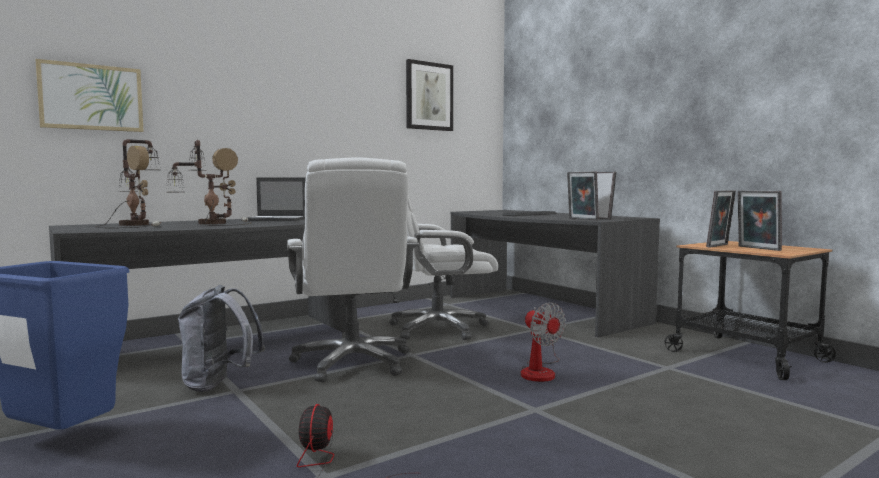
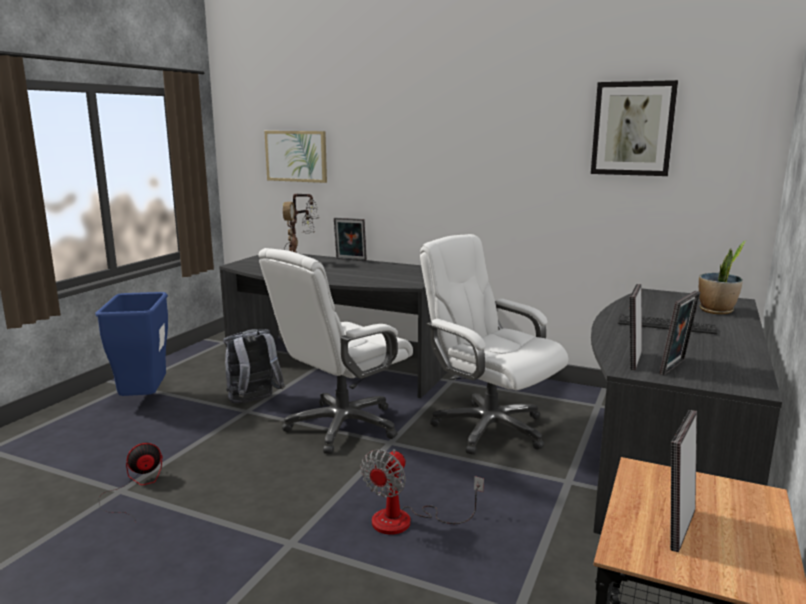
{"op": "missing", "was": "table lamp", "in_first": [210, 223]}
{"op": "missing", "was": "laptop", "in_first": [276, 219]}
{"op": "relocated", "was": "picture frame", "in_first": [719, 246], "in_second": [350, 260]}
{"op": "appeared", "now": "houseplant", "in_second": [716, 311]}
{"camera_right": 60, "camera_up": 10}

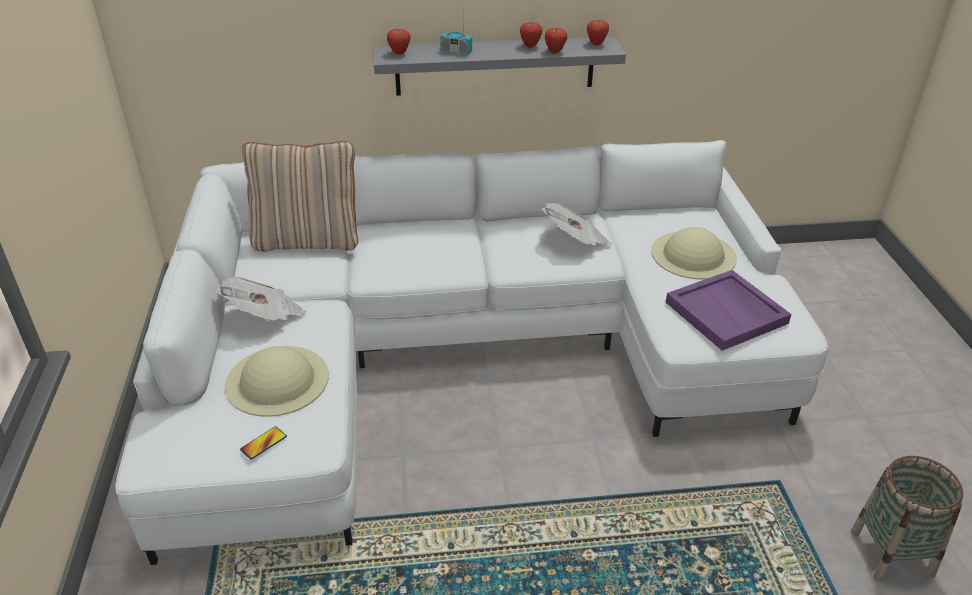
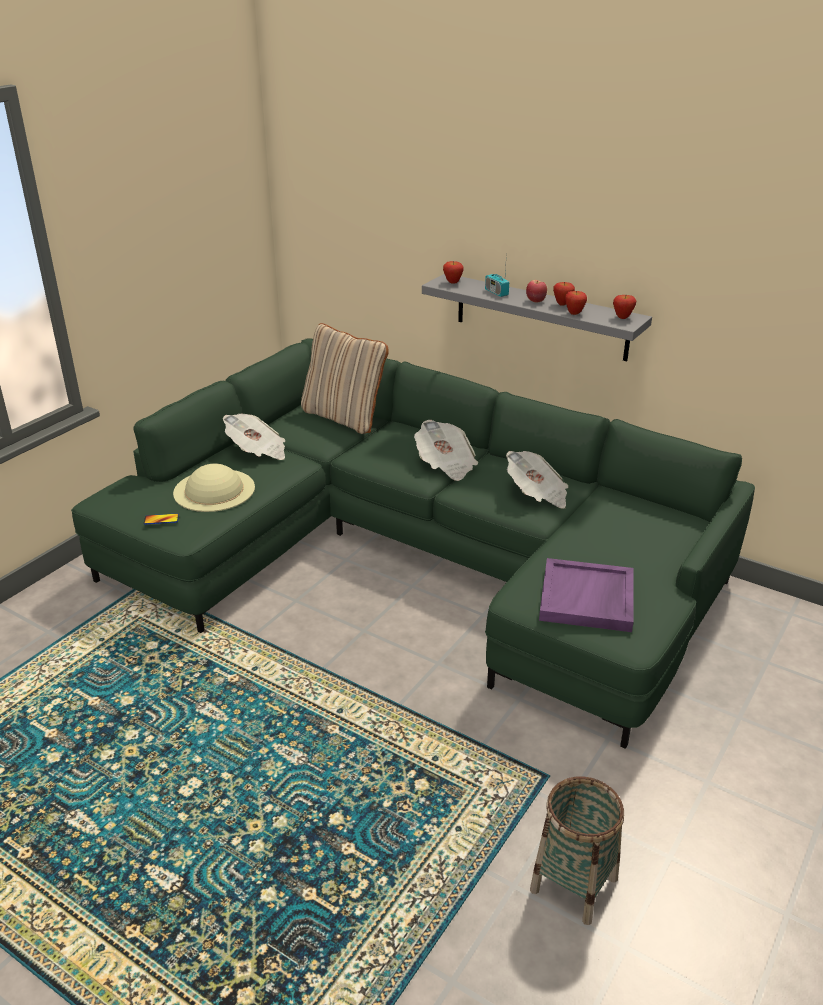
{"op": "colour", "was": "whitish couch", "now": "greenish couch", "in_first": [461, 353], "in_second": [418, 558]}
{"op": "missing", "was": "beige hat", "in_first": [693, 254]}
{"op": "appeared", "now": "printed paper", "in_second": [446, 465]}
{"op": "appeared", "now": "apple fruit", "in_second": [535, 301]}
{"camera_right": 40, "camera_up": -5}

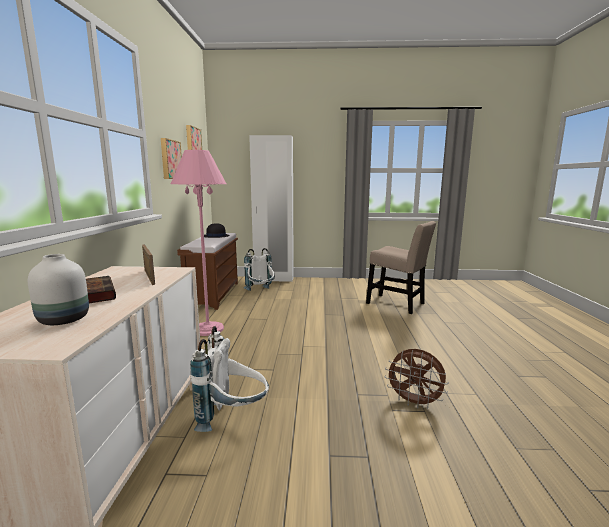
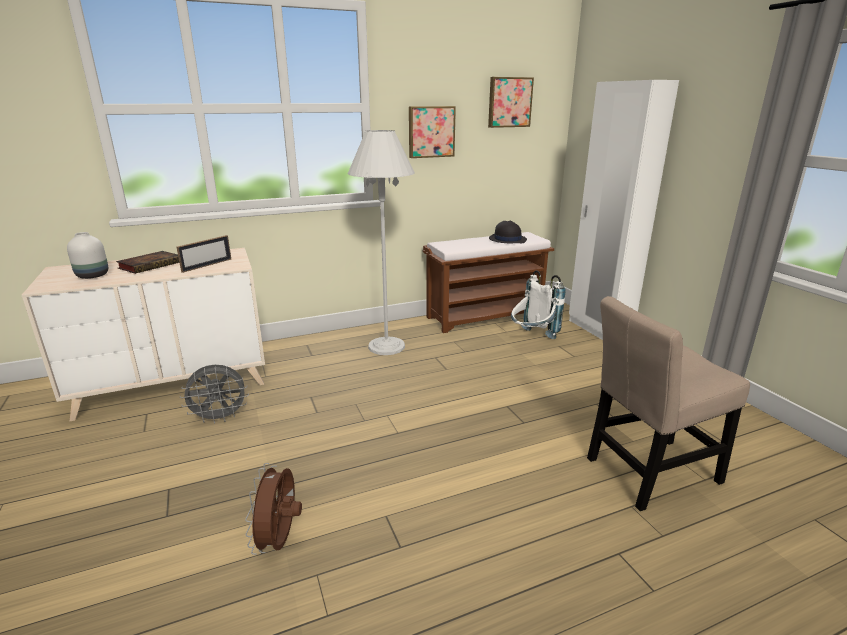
{"op": "colour", "was": "pink-coloured standard lamp", "now": "whitish standard lamp", "in_first": [208, 329], "in_second": [386, 346]}
{"op": "exchanged", "was": "whitish rucksack", "now": "grey cooling fan", "in_first": [233, 418], "in_second": [220, 418]}
{"op": "spun", "was": "beige plain chair", "in_first": [398, 304], "in_second": [648, 473], "clockwise": 60}
{"camera_right": 65, "camera_up": 10}

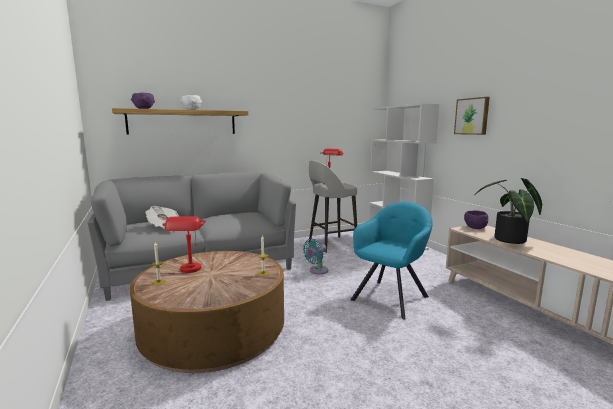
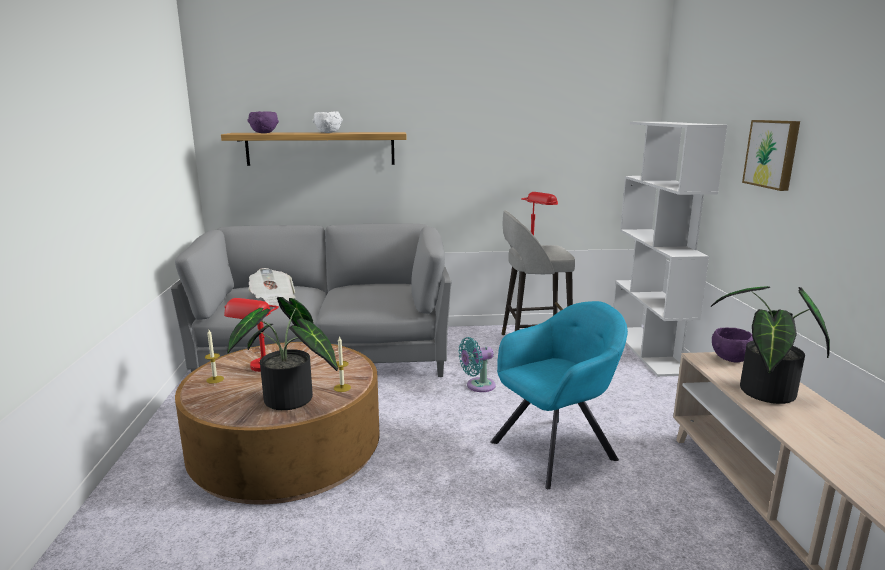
{"op": "appeared", "now": "houseplant", "in_second": [290, 402]}
{"camera_right": 20, "camera_up": 5}

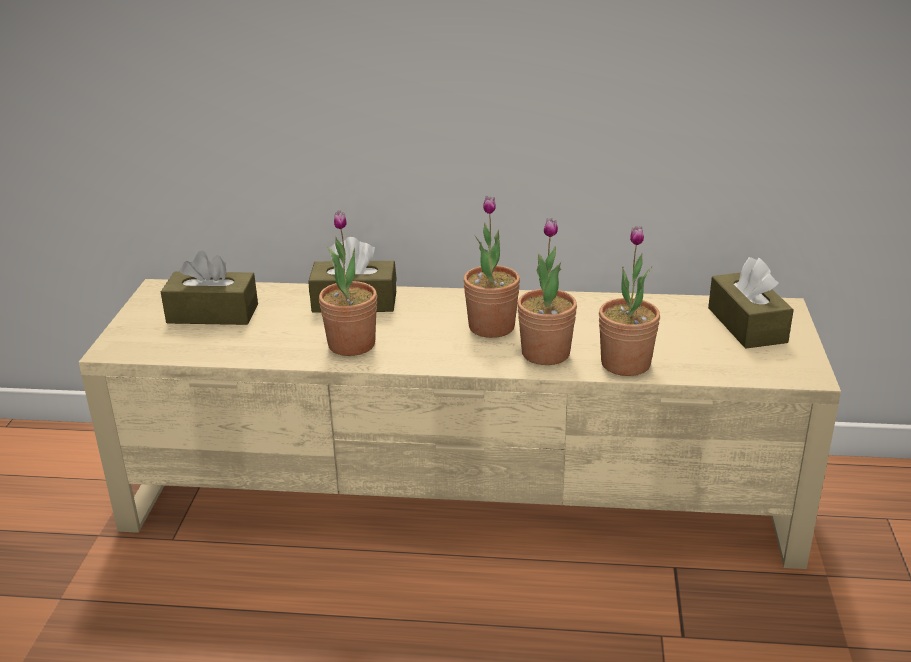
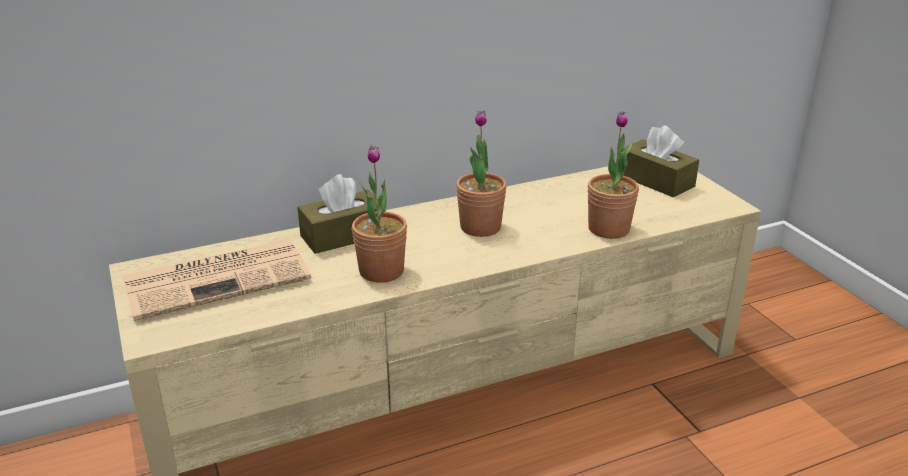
{"op": "exchanged", "was": "brownish tissue holder", "now": "printed paper", "in_first": [212, 313], "in_second": [219, 278]}
{"op": "missing", "was": "houseplant", "in_first": [545, 353]}
{"camera_right": -30, "camera_up": 0}

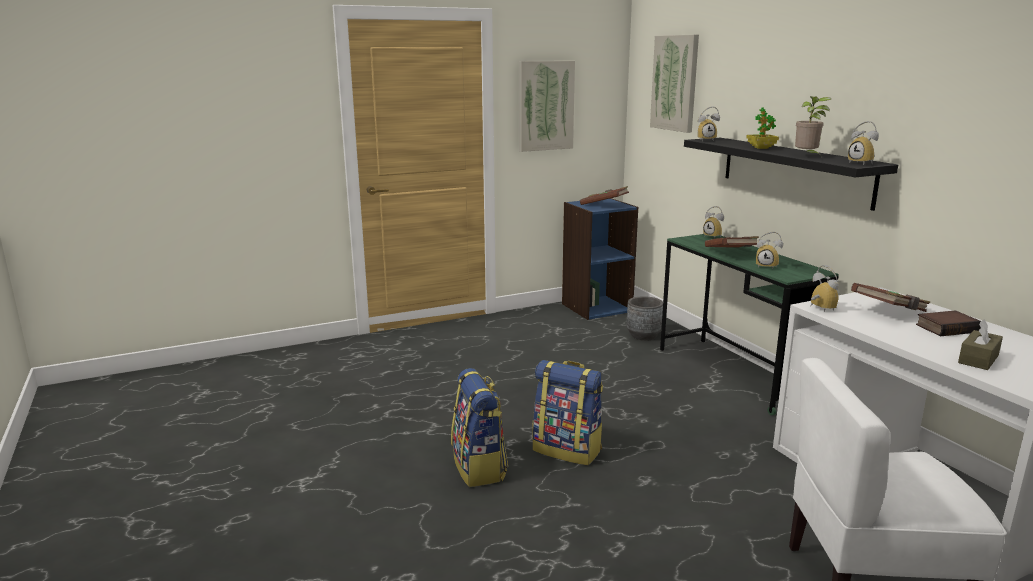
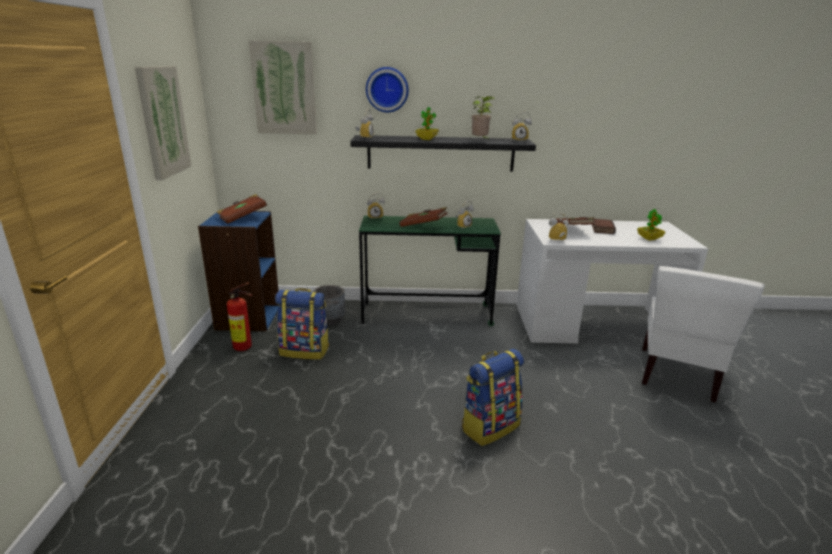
{"op": "relocated", "was": "rucksack", "in_first": [480, 468], "in_second": [305, 351]}
{"op": "exchanged", "was": "brownish tissue holder", "now": "houseplant", "in_first": [978, 359], "in_second": [649, 238]}
{"op": "appeared", "now": "extinguisher", "in_second": [245, 348]}
{"op": "appeared", "now": "hanging clock", "in_second": [387, 89]}
{"camera_right": -65, "camera_up": 5}

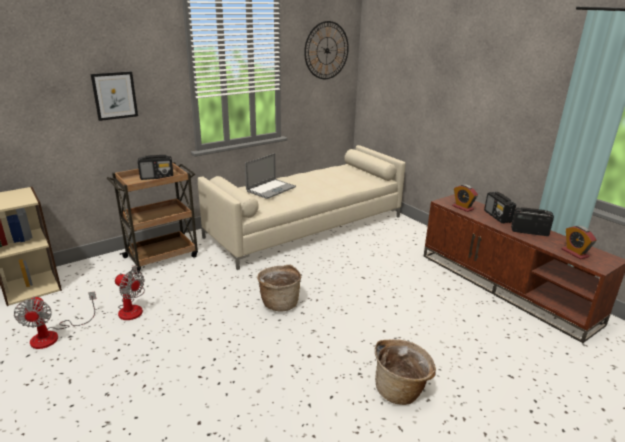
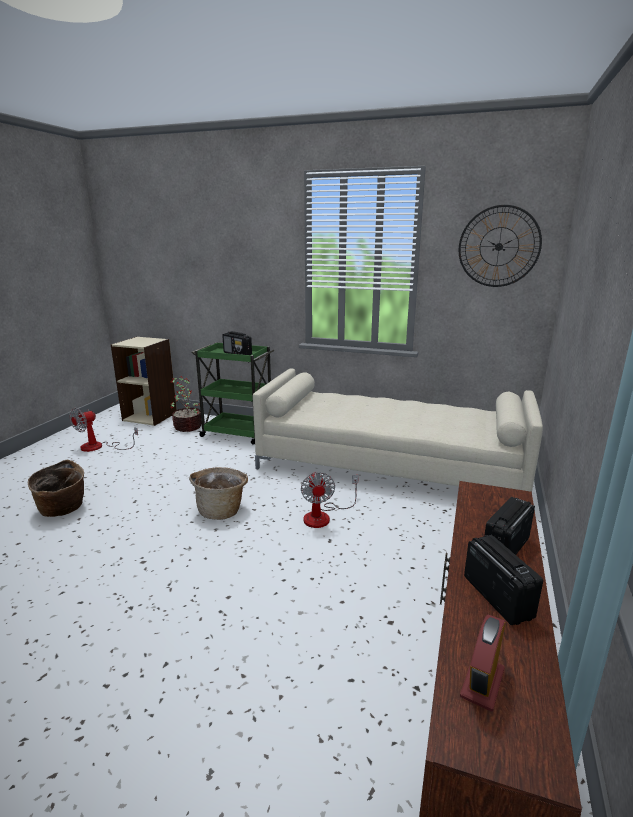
{"op": "missing", "was": "picture", "in_first": [115, 95]}
{"op": "colour", "was": "brownish cart", "now": "greenish cart", "in_first": [162, 256], "in_second": [238, 433]}
{"op": "relocated", "was": "cooling fan", "in_first": [132, 307], "in_second": [323, 516]}
{"op": "missing", "was": "laptop", "in_first": [271, 189]}
{"op": "relocated", "was": "basket", "in_first": [401, 390], "in_second": [63, 510]}
{"op": "missing", "was": "bedside clock", "in_first": [462, 208]}
{"op": "appeared", "now": "houseplant", "in_second": [187, 426]}
{"camera_right": 55, "camera_up": -5}

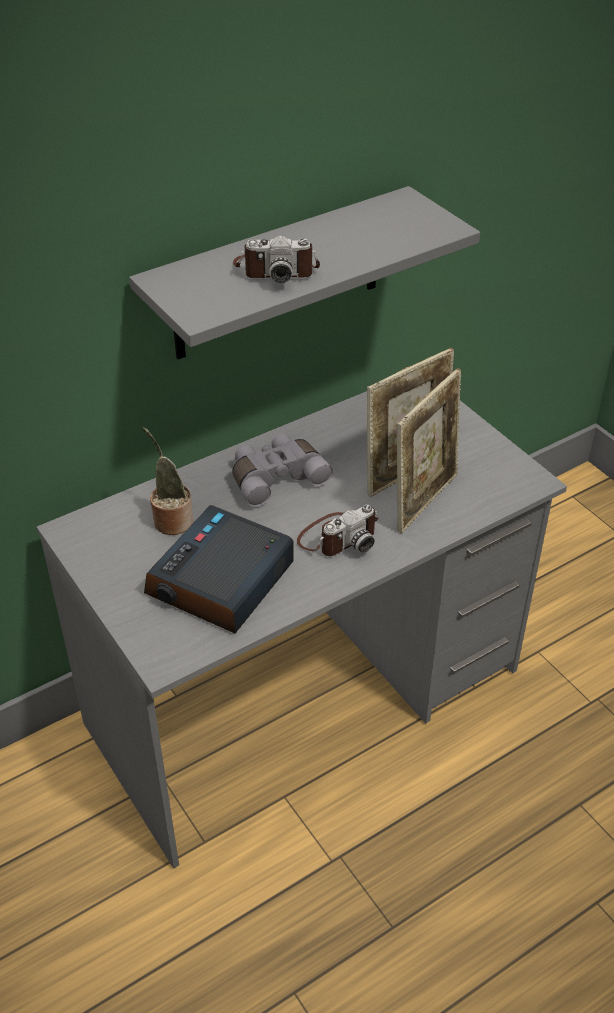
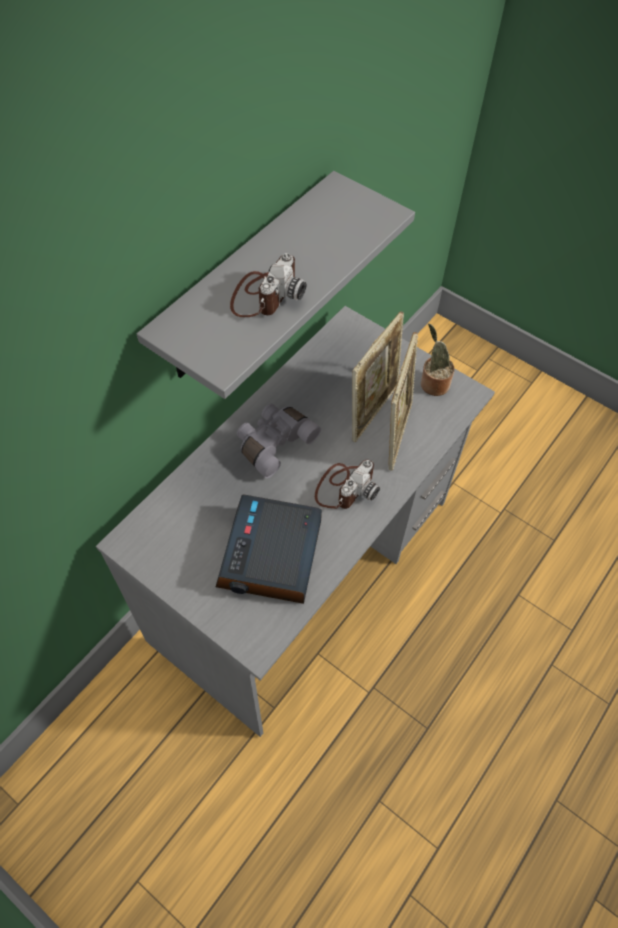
{"op": "relocated", "was": "houseplant", "in_first": [171, 520], "in_second": [432, 383]}
{"op": "spun", "was": "still camera", "in_first": [276, 269], "in_second": [265, 294], "clockwise": -45}
{"camera_right": -20, "camera_up": 15}

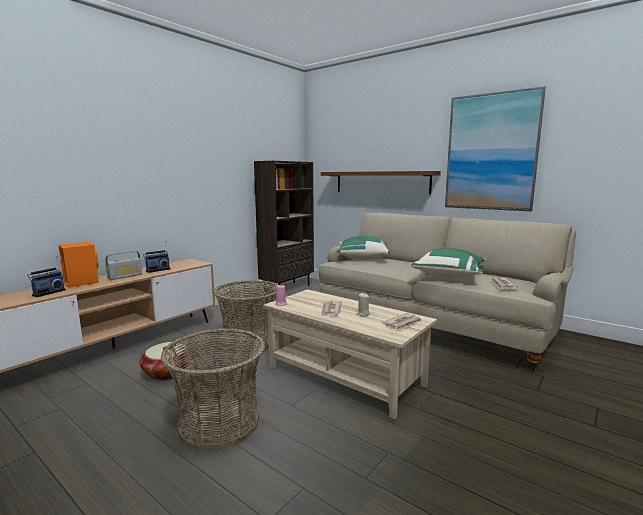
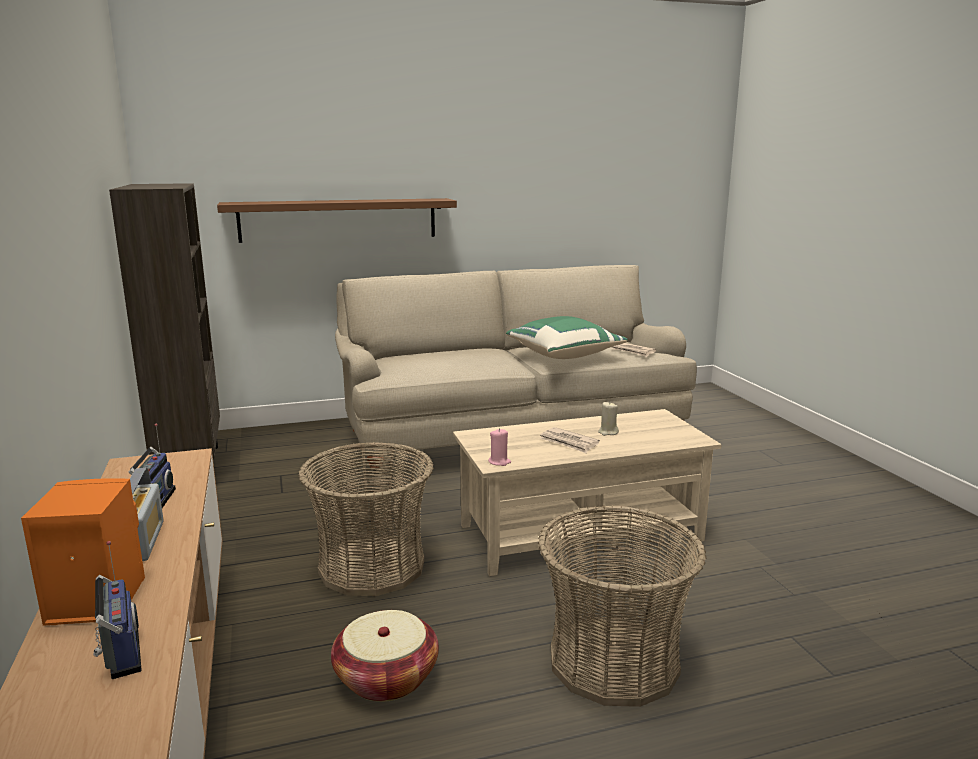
{"op": "missing", "was": "greenish throw pillow", "in_first": [362, 258]}
{"op": "missing", "was": "printed paper", "in_first": [403, 323]}
{"op": "missing", "was": "picture", "in_first": [491, 152]}
{"camera_right": -55, "camera_up": 5}

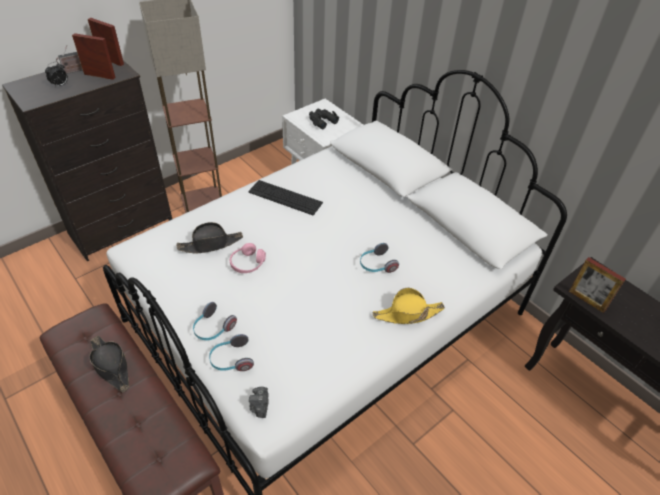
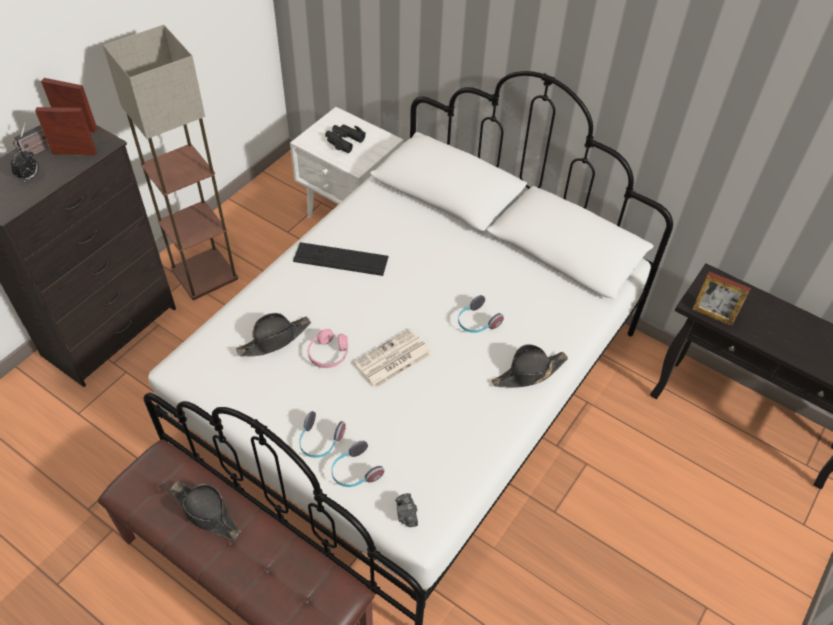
{"op": "colour", "was": "yellowish hat", "now": "black hat", "in_first": [407, 314], "in_second": [529, 373]}
{"op": "appeared", "now": "printed paper", "in_second": [392, 359]}
{"camera_right": -15, "camera_up": 5}

